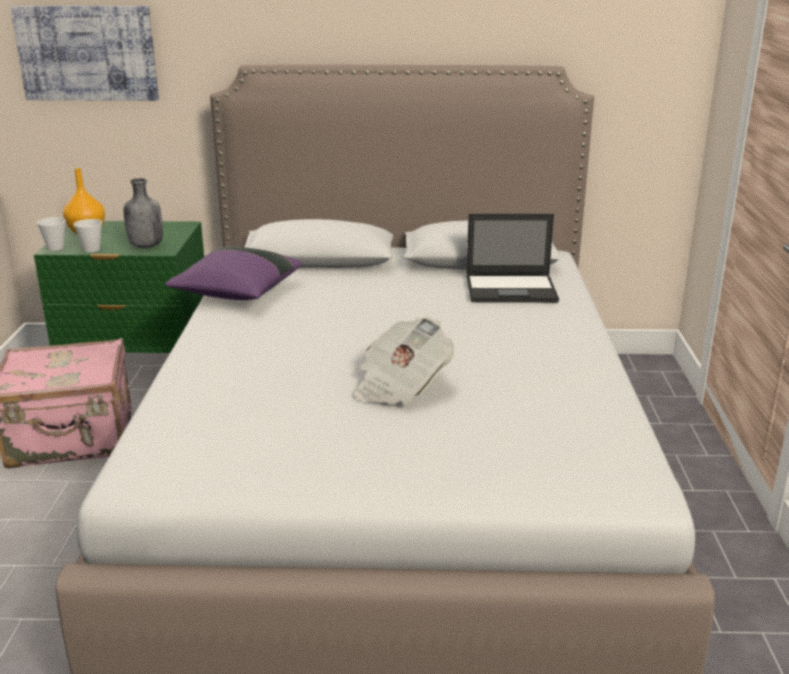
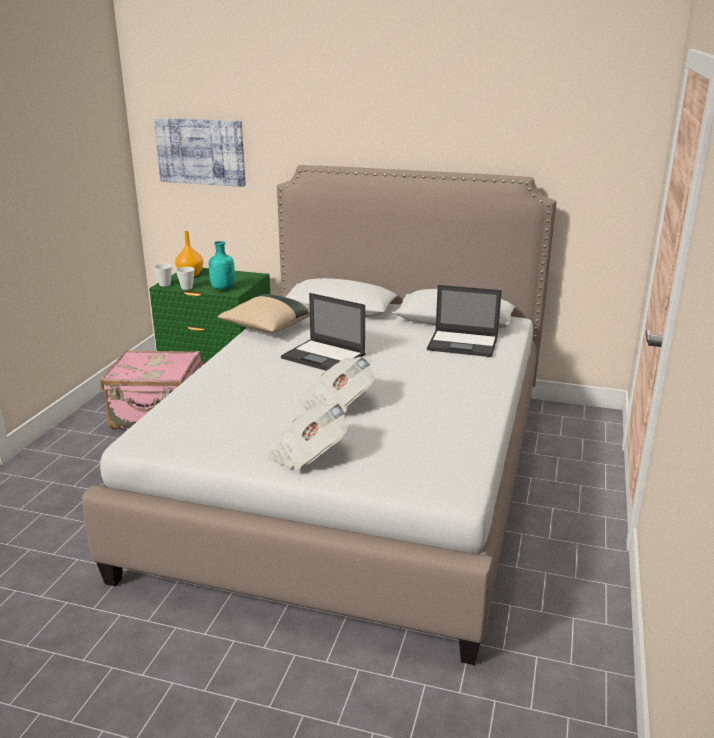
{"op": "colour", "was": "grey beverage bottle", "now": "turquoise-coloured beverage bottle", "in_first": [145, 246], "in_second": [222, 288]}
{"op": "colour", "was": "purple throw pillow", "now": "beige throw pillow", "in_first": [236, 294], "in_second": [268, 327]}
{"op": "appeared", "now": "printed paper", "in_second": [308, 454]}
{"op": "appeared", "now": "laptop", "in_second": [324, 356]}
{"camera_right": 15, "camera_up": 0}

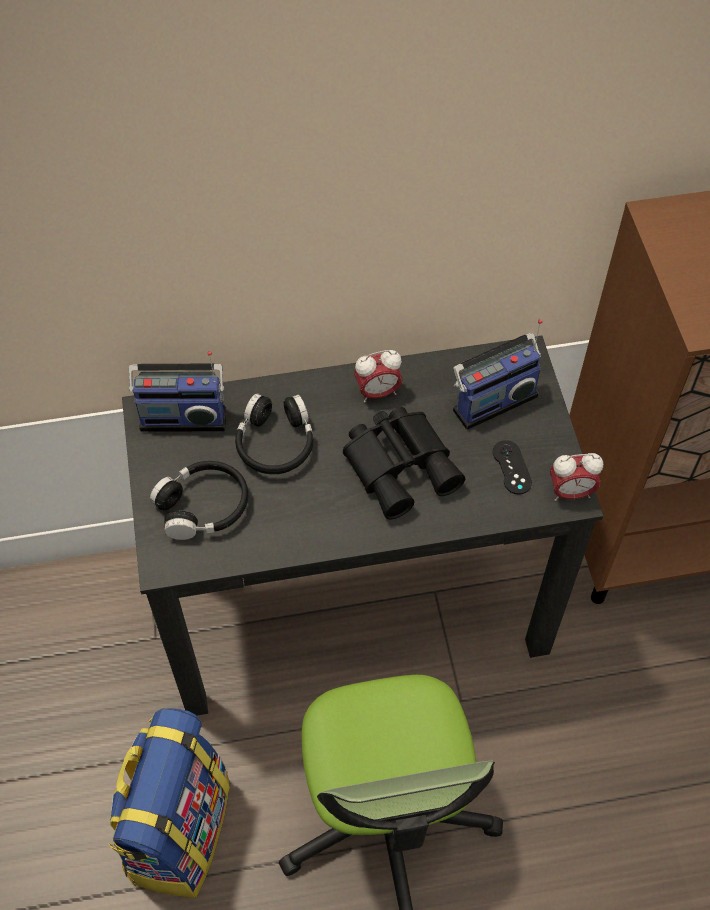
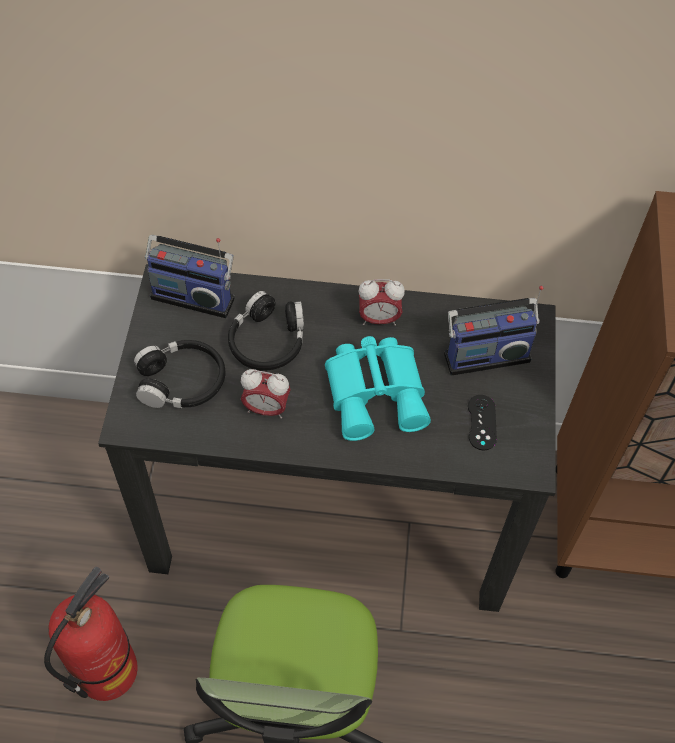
{"op": "exchanged", "was": "rucksack", "now": "extinguisher", "in_first": [178, 829], "in_second": [107, 670]}
{"op": "colour", "was": "black pair of binoculars", "now": "turquoise-coloured pair of binoculars", "in_first": [401, 465], "in_second": [377, 392]}
{"op": "relocated", "was": "bedside clock", "in_first": [570, 492], "in_second": [266, 409]}
{"camera_right": 15, "camera_up": 0}

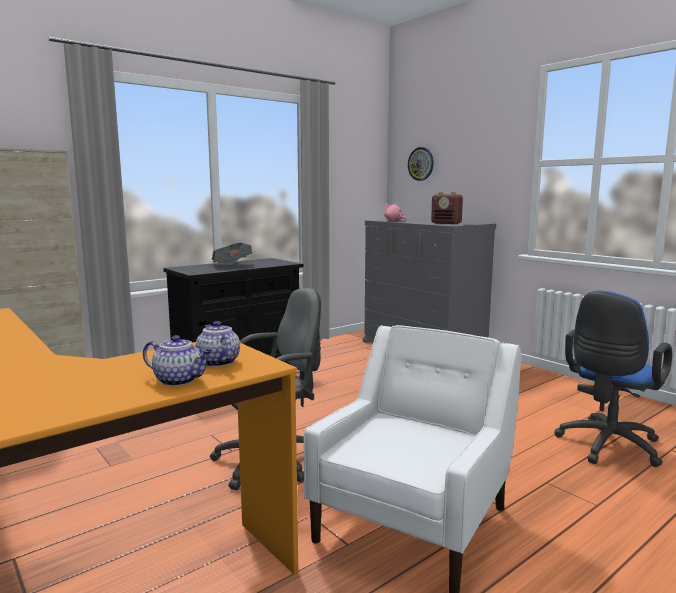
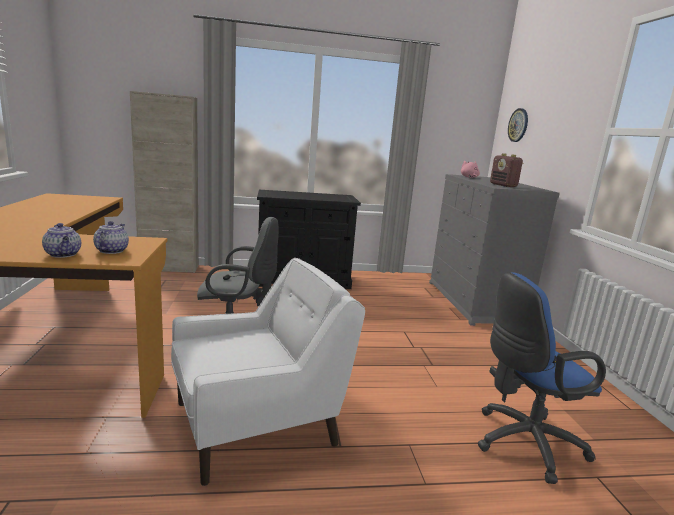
{"op": "missing", "was": "printed paper", "in_first": [232, 265]}
{"camera_right": 30, "camera_up": 5}

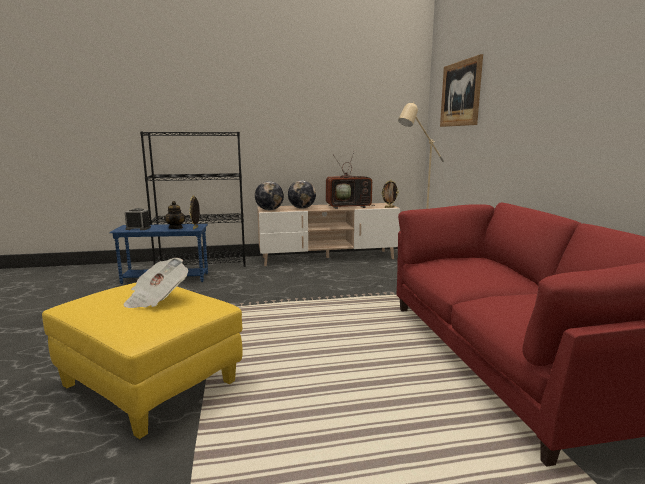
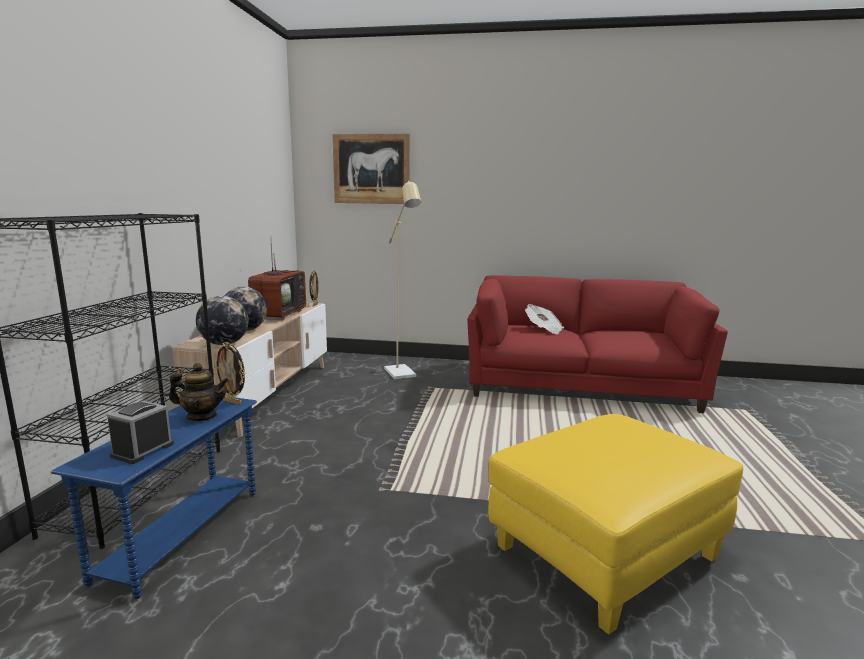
{"op": "relocated", "was": "printed paper", "in_first": [157, 299], "in_second": [544, 329]}
{"camera_right": -70, "camera_up": 0}

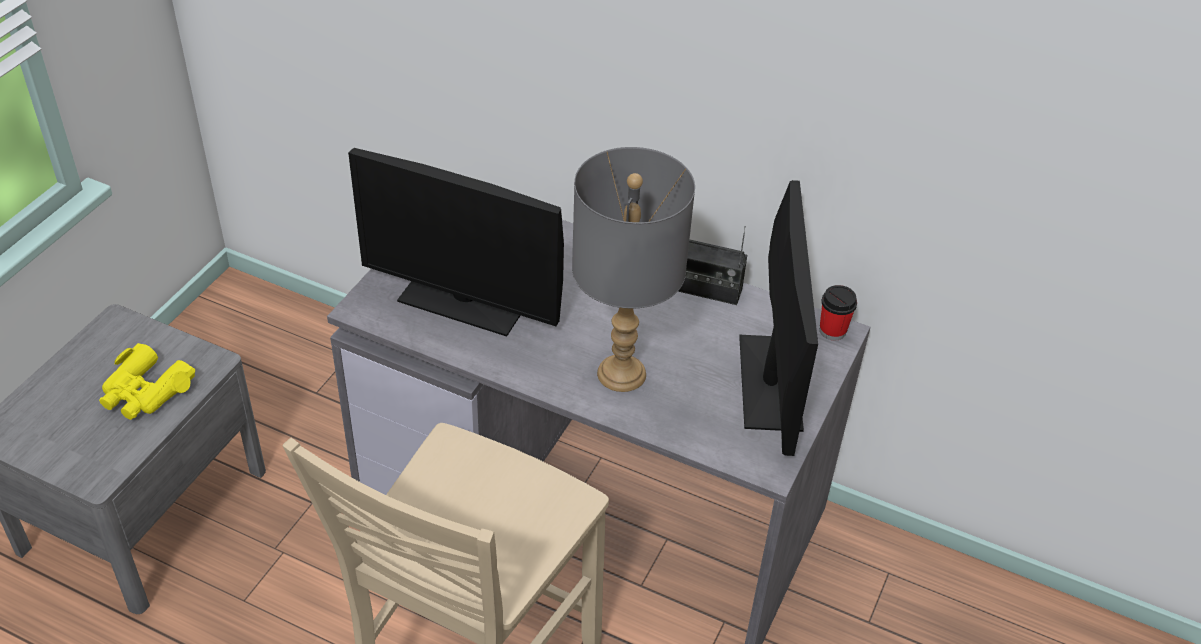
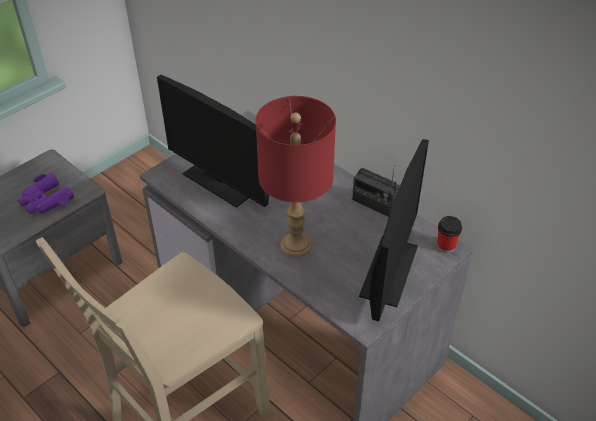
{"op": "colour", "was": "yellowish pair of binoculars", "now": "purple pair of binoculars", "in_first": [145, 392], "in_second": [45, 201]}
{"op": "colour", "was": "grey table lamp", "now": "red table lamp", "in_first": [620, 373], "in_second": [295, 244]}
{"camera_right": 20, "camera_up": 0}

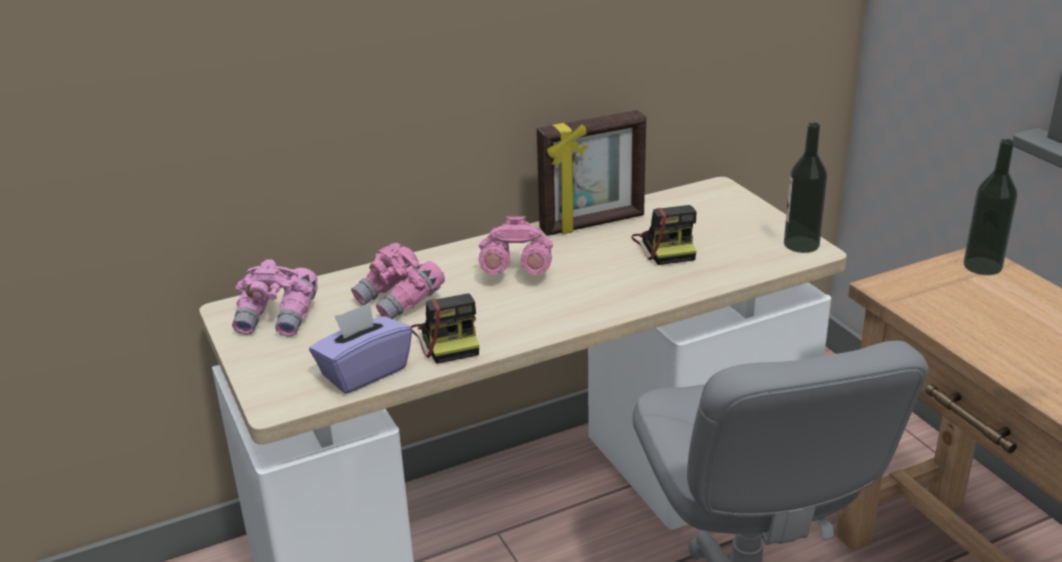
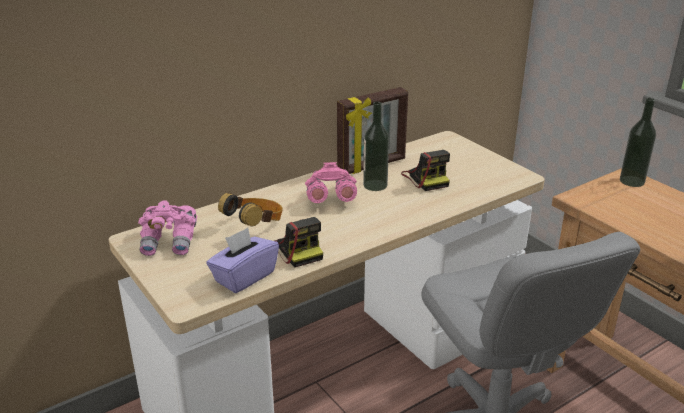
{"op": "exchanged", "was": "pink-coloured pair of binoculars", "now": "headset", "in_first": [400, 301], "in_second": [255, 225]}
{"op": "relocated", "was": "beverage bottle", "in_first": [801, 244], "in_second": [375, 185]}
{"camera_right": -10, "camera_up": 0}

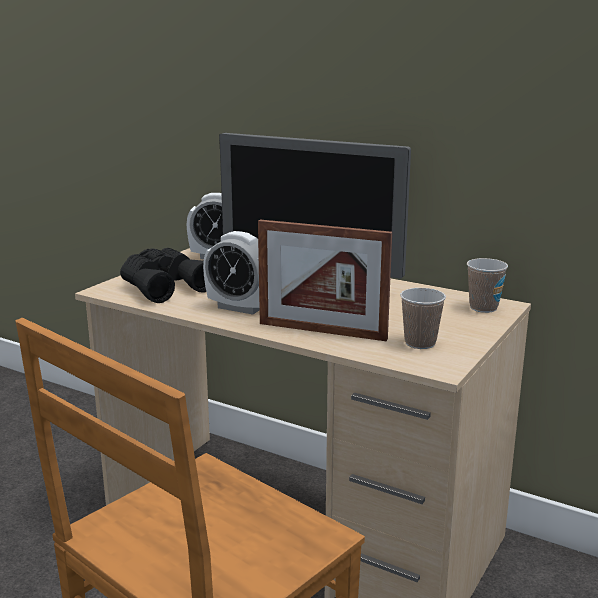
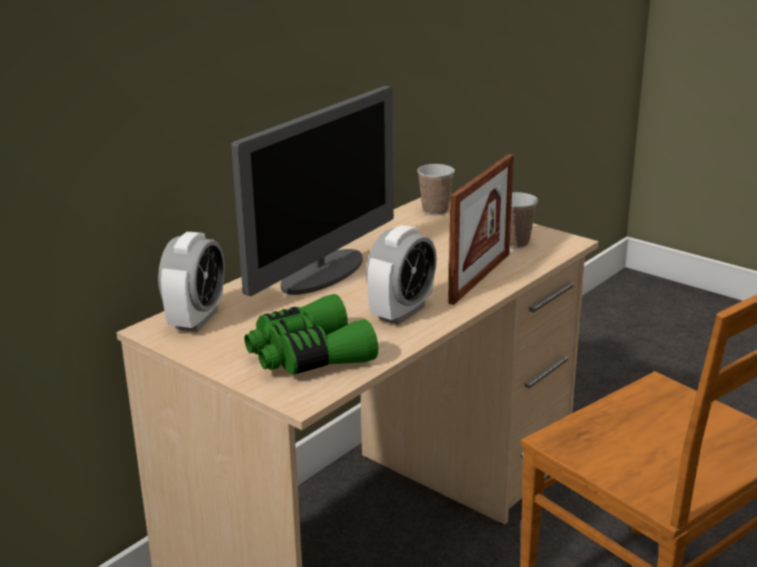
{"op": "colour", "was": "black pair of binoculars", "now": "greenish pair of binoculars", "in_first": [164, 287], "in_second": [307, 356]}
{"camera_right": -80, "camera_up": 5}

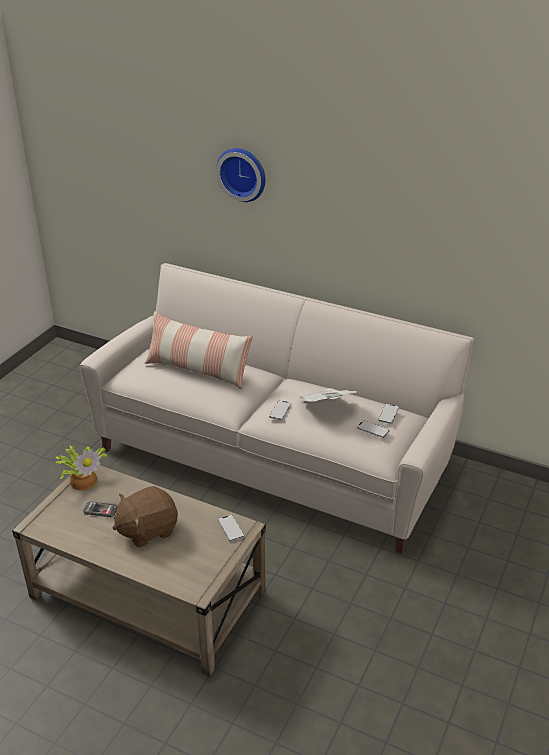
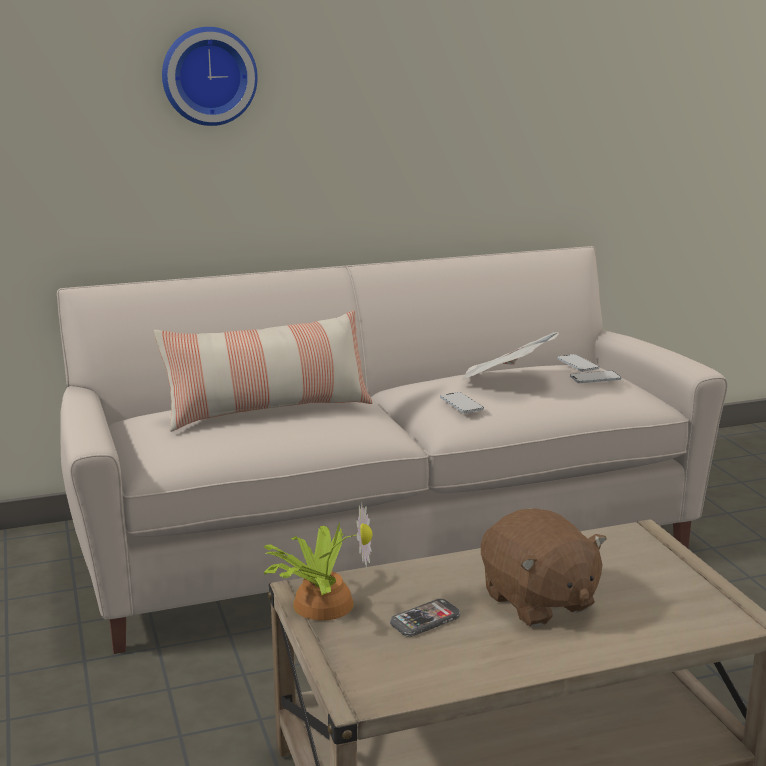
{"op": "spun", "was": "brownish plush toy", "in_first": [147, 530], "in_second": [538, 601], "clockwise": -45}
{"op": "missing", "was": "handset", "in_first": [231, 528]}
{"camera_right": -45, "camera_up": -15}

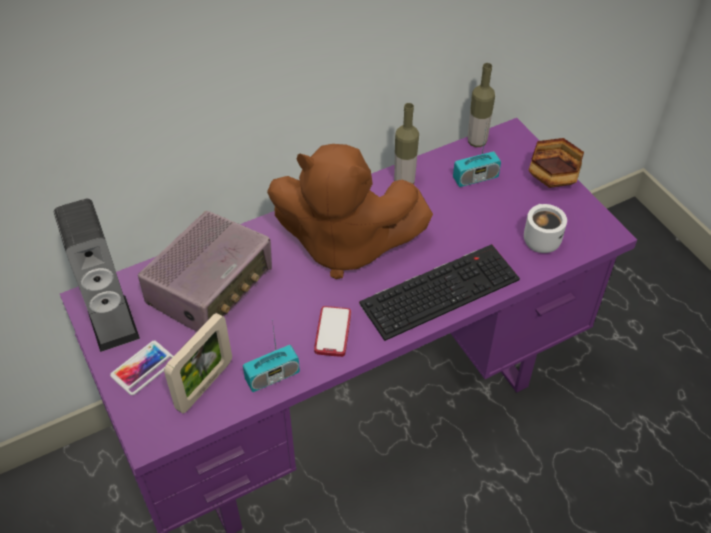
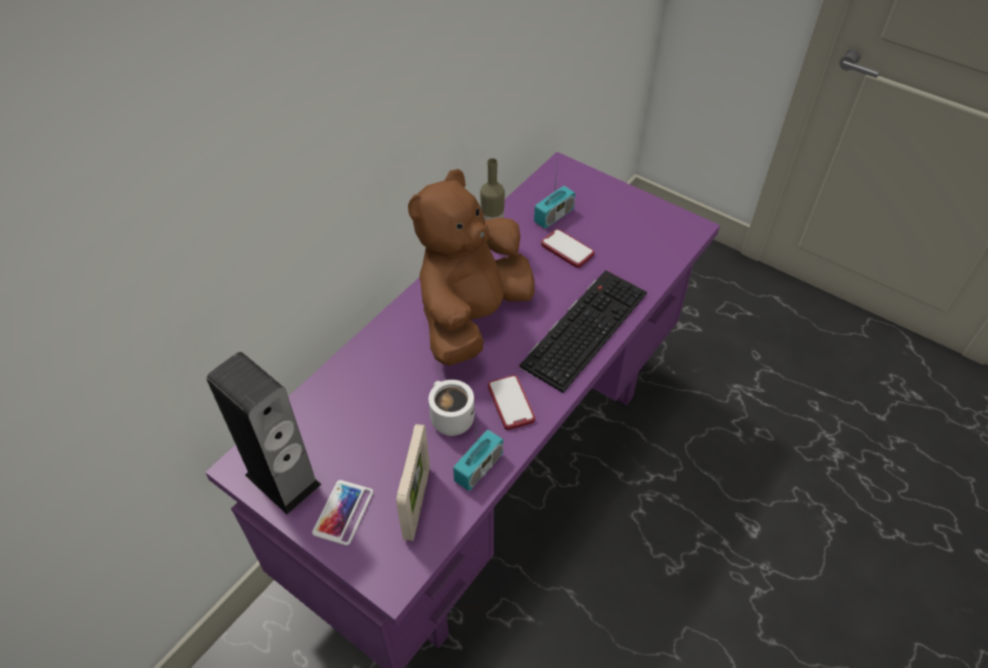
{"op": "missing", "was": "radio set", "in_first": [211, 287]}
{"op": "spun", "was": "brownish plush toy", "in_first": [344, 244], "in_second": [472, 317], "clockwise": 135}
{"op": "missing", "was": "beverage bottle", "in_first": [477, 141]}
{"op": "relocated", "was": "whitish mug", "in_first": [539, 239], "in_second": [448, 418]}
{"op": "missing", "was": "serving bowl", "in_first": [550, 179]}
{"op": "appeared", "now": "handset", "in_second": [567, 249]}
{"camera_right": -25, "camera_up": 0}

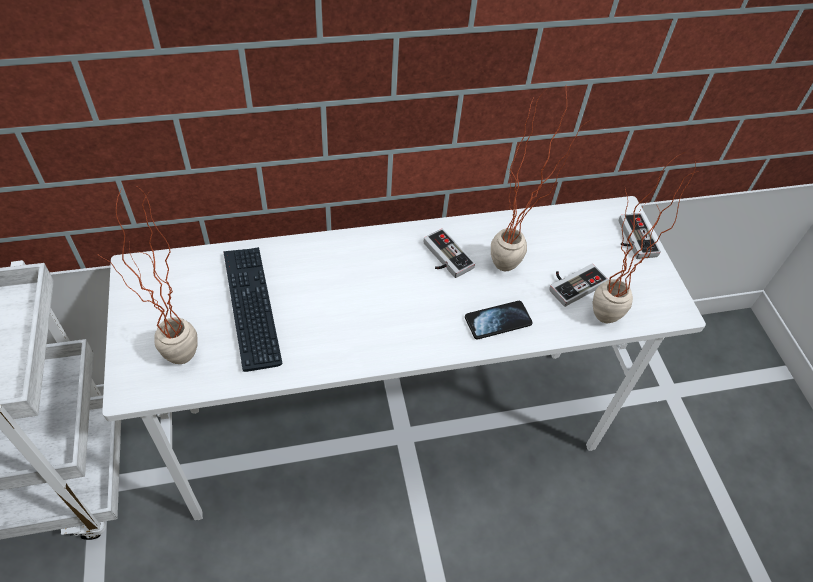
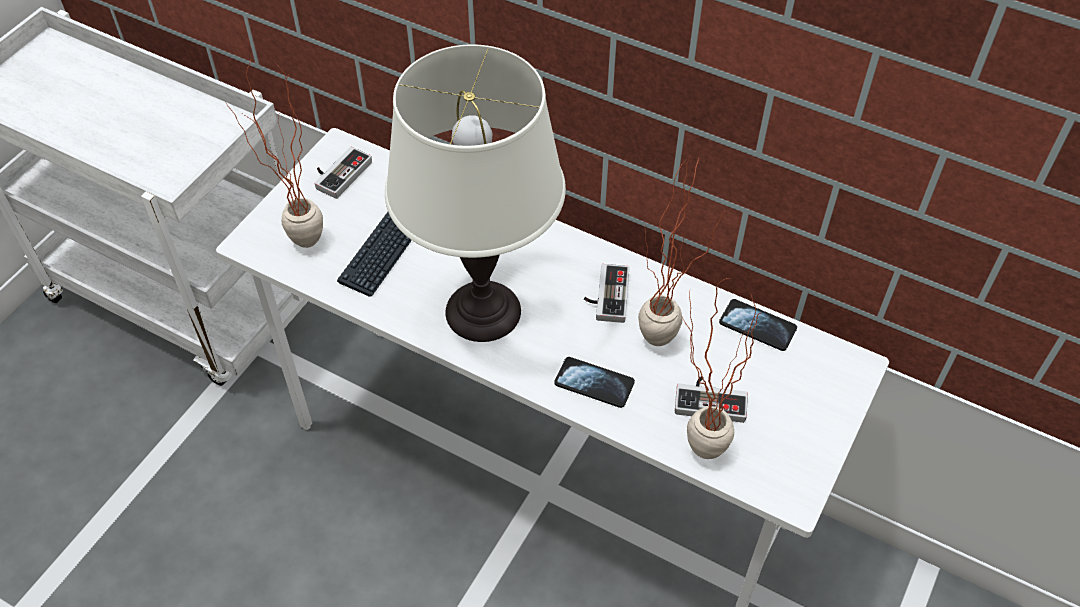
{"op": "relocated", "was": "joypad", "in_first": [632, 239], "in_second": [339, 173]}
{"op": "appeared", "now": "whitish table lamp", "in_second": [483, 311]}
{"op": "appeared", "now": "handset", "in_second": [757, 326]}
{"camera_right": 45, "camera_up": 0}

